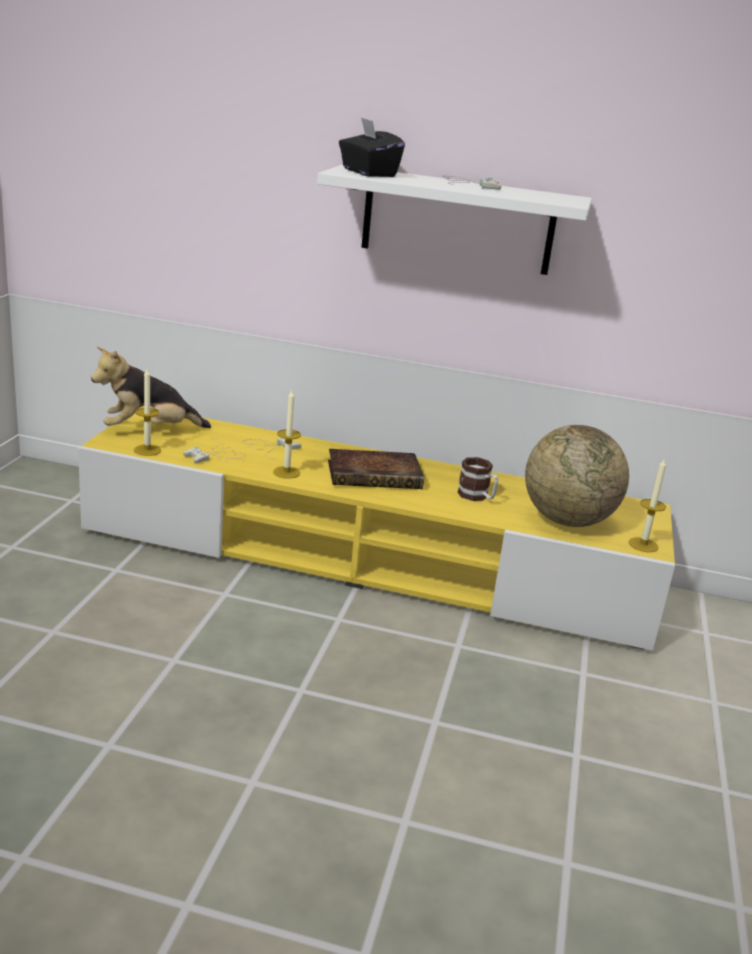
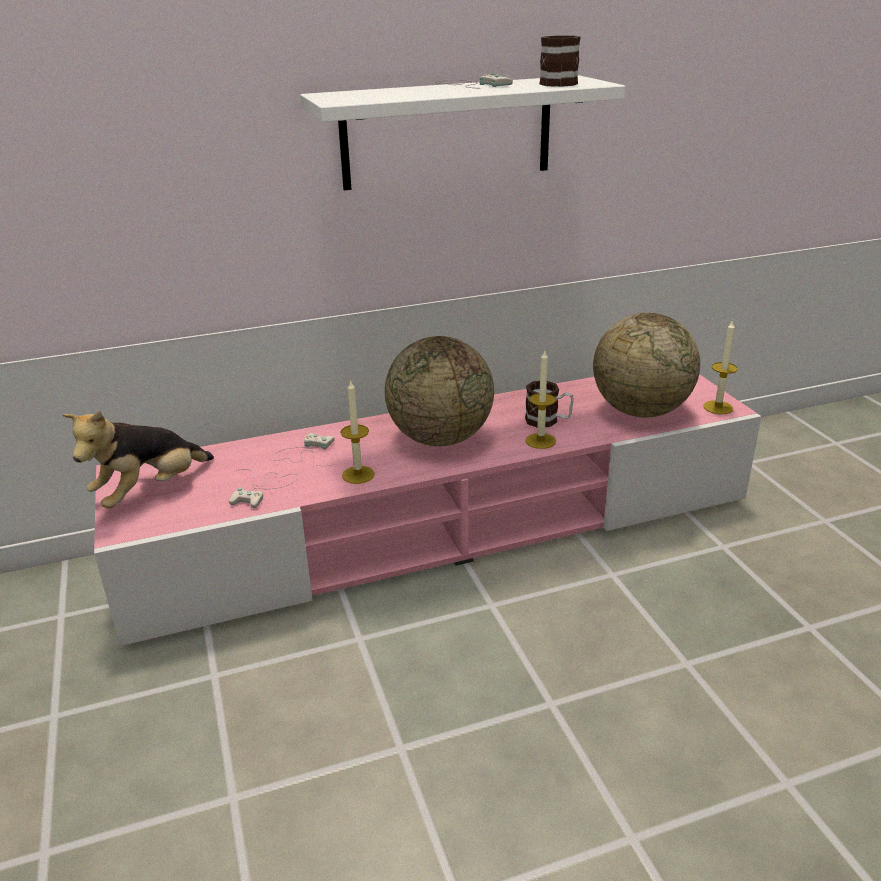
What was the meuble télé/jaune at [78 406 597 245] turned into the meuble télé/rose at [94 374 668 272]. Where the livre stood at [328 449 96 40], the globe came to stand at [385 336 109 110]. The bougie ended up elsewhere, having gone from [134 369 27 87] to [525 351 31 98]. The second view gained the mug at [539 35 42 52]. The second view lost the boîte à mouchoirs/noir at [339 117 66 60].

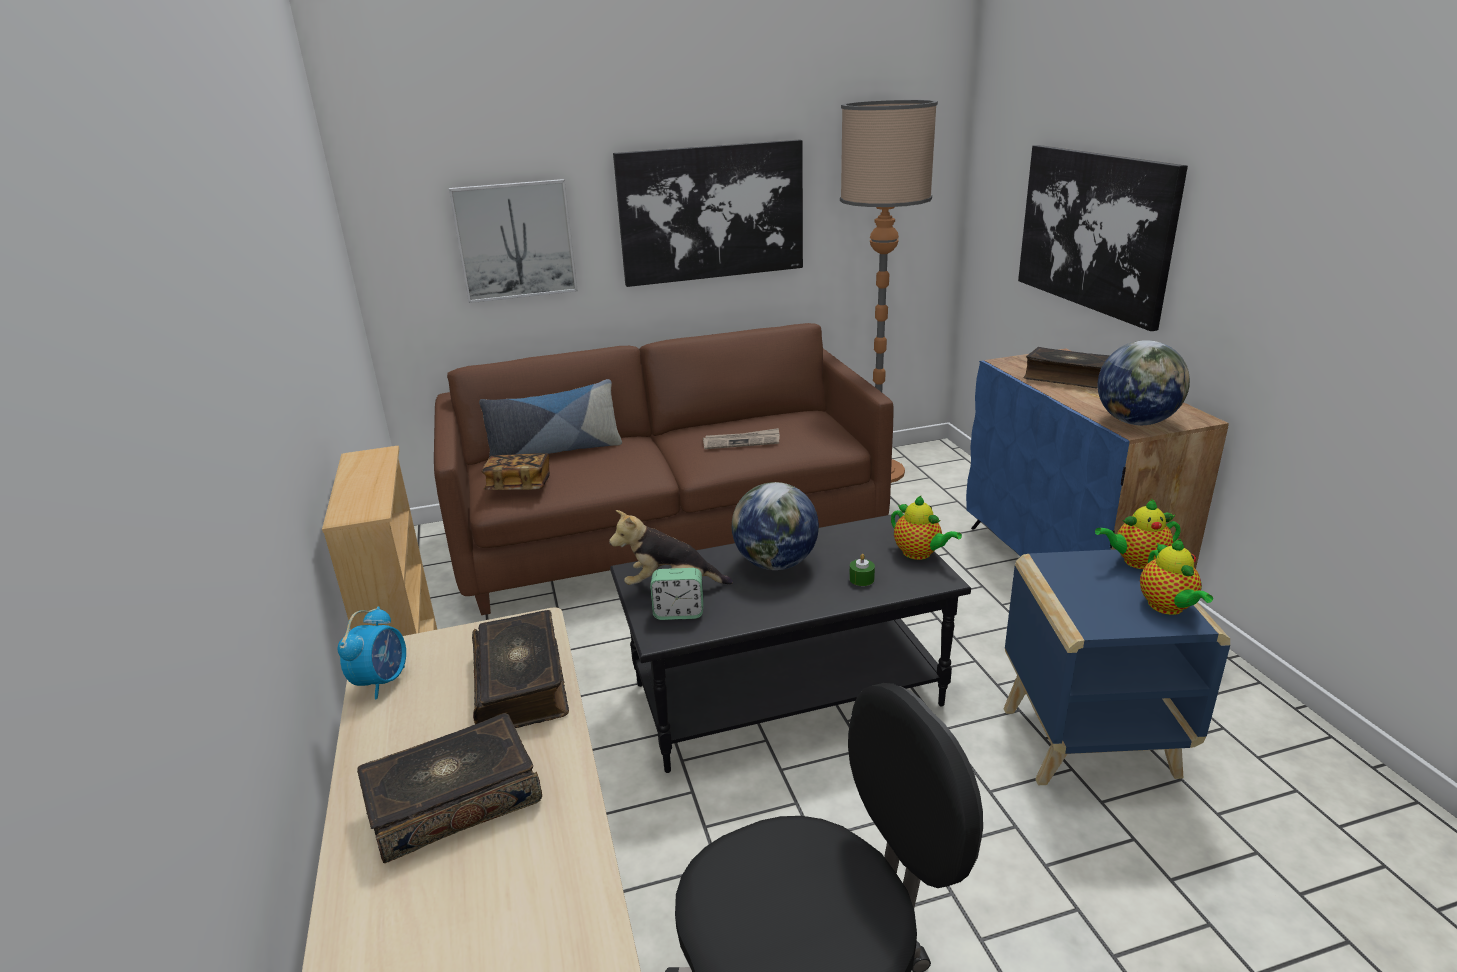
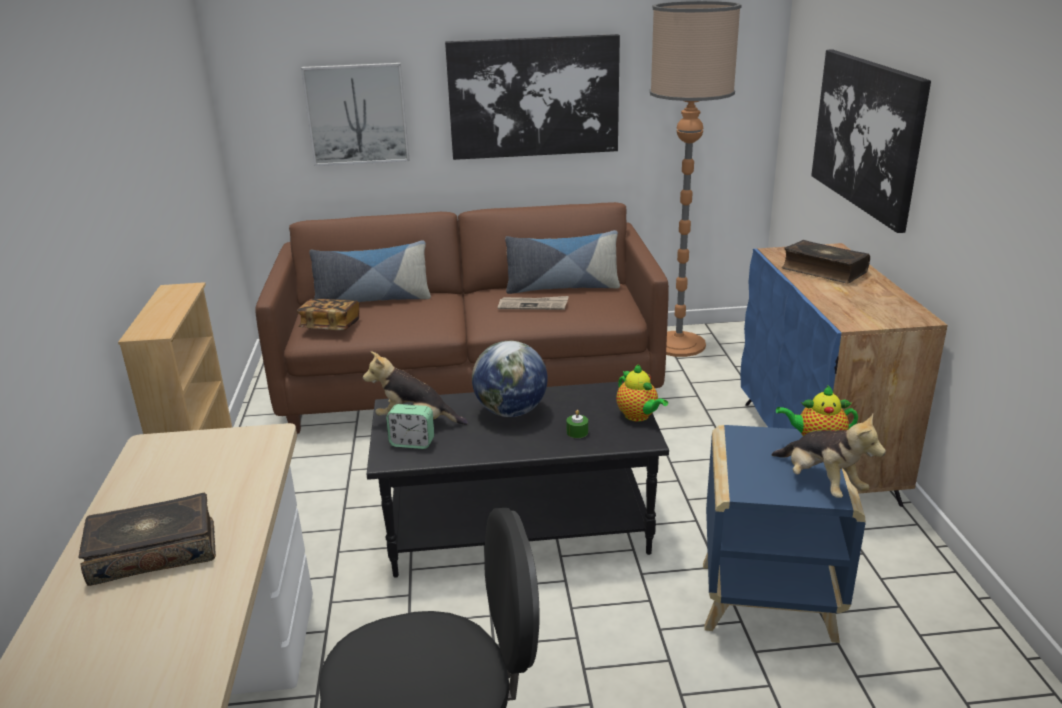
The second view gained the coussin at [505 230 115 64]. Where the théière stood at [1140 539 73 76], the peluche came to stand at [771 413 115 85]. The second view lost the réveil at [338 607 68 92]. The second view lost the livre at [472 610 97 118]. The second view lost the globe at [1098 340 92 85].

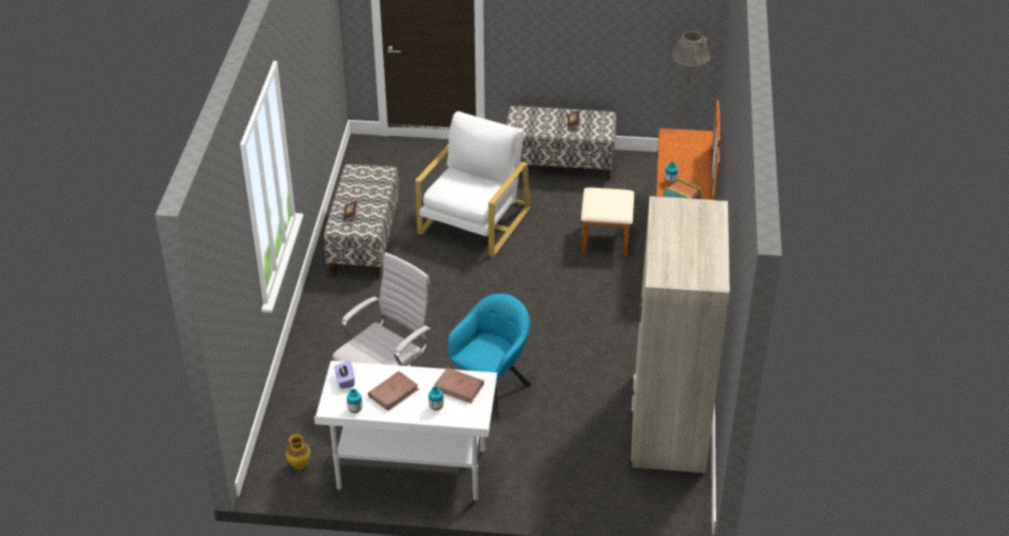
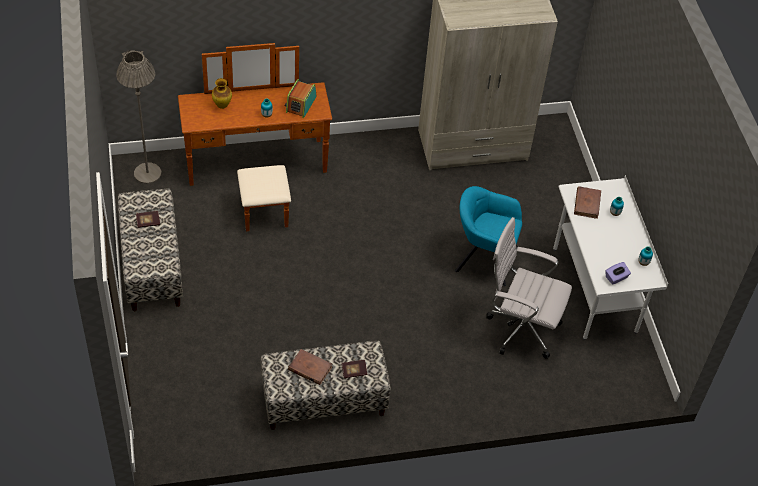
The vase ended up elsewhere, having gone from [286 434 24 36] to [212 78 20 31]. The livre/marron ended up elsewhere, having gone from [368 371 51 40] to [288 349 44 36]. The second view lost the fauteuil/blanc at [415 111 116 146].

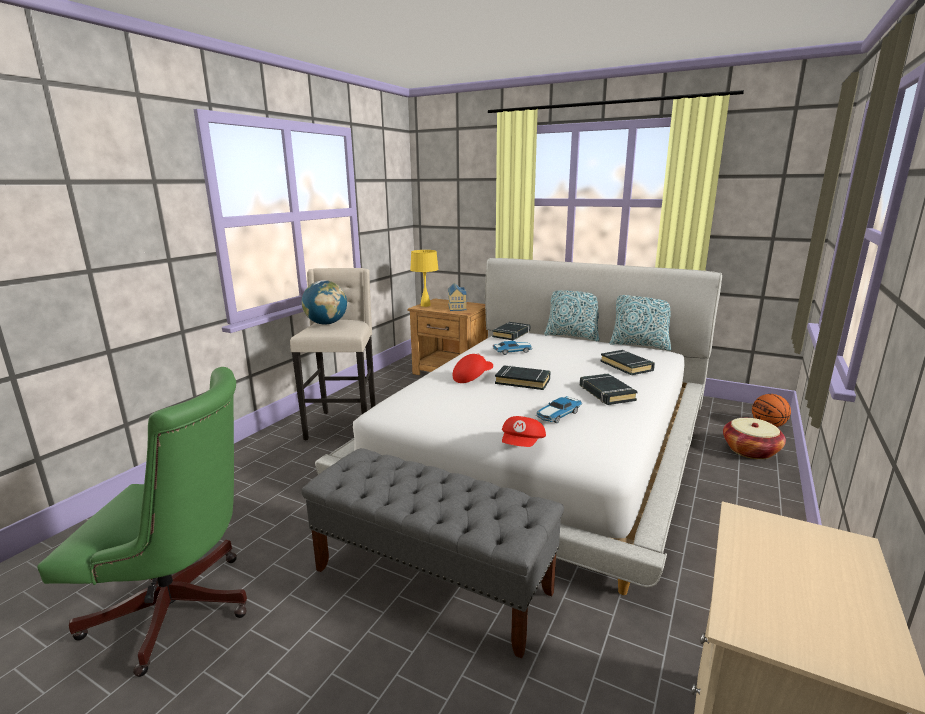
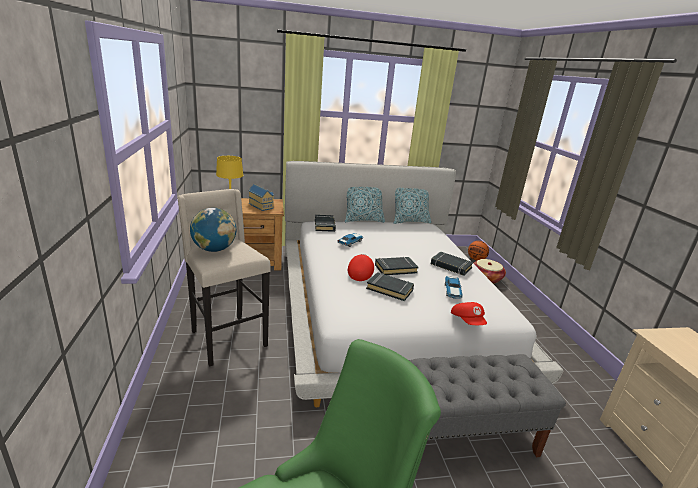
The livre/noir ended up elsewhere, having gone from [600 350 55 25] to [366 272 48 29].

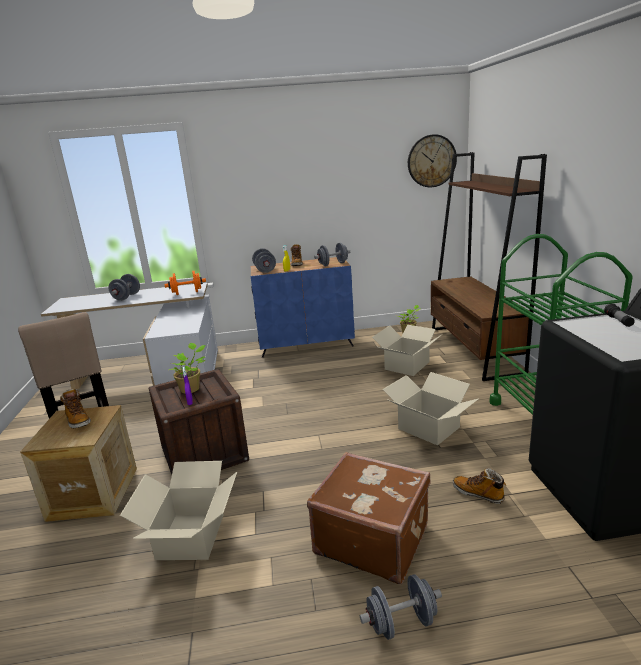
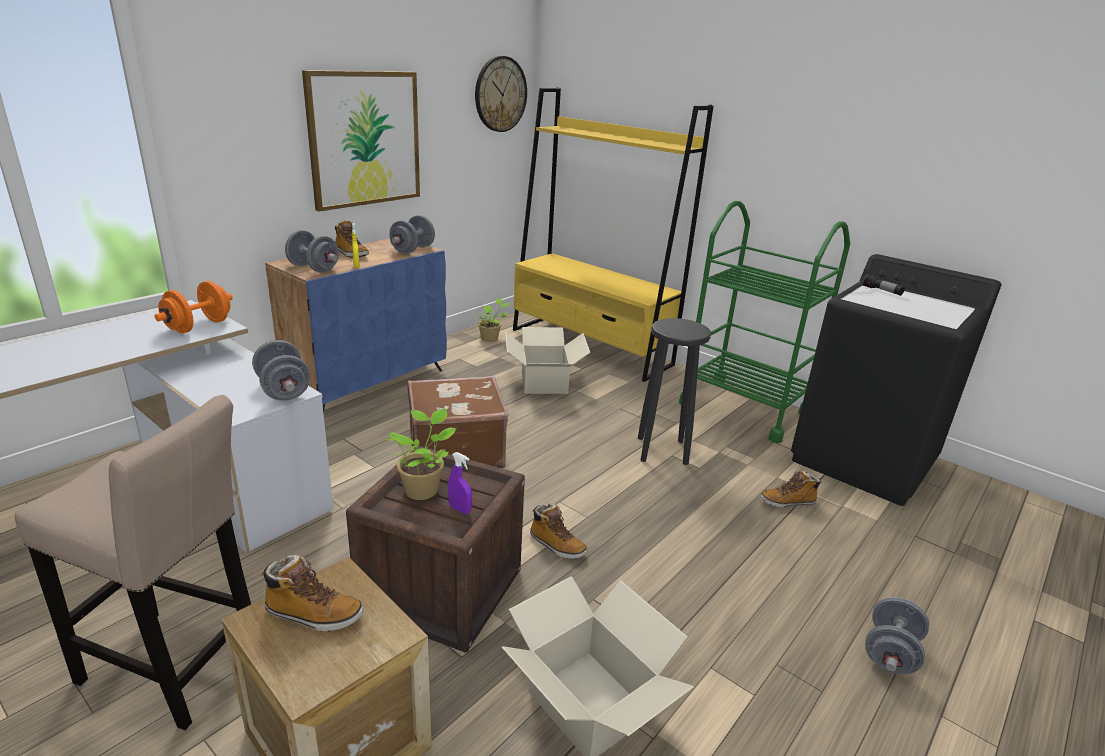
The haltère/gris ended up elsewhere, having gone from [109 274 31 27] to [252 340 59 61]. The second view gained the tableau at [302 70 118 141]. The valise/marron ended up elsewhere, having gone from [307 452 124 132] to [407 376 102 92]. What was the bibliothèque/marron at [431 152 116 229] turned into the bibliothèque/jaune at [513 88 200 294]. The second view gained the botte at [530 504 57 55]. Where the carton stood at [382 372 96 74], the tabouret/noir came to stand at [638 318 73 147].

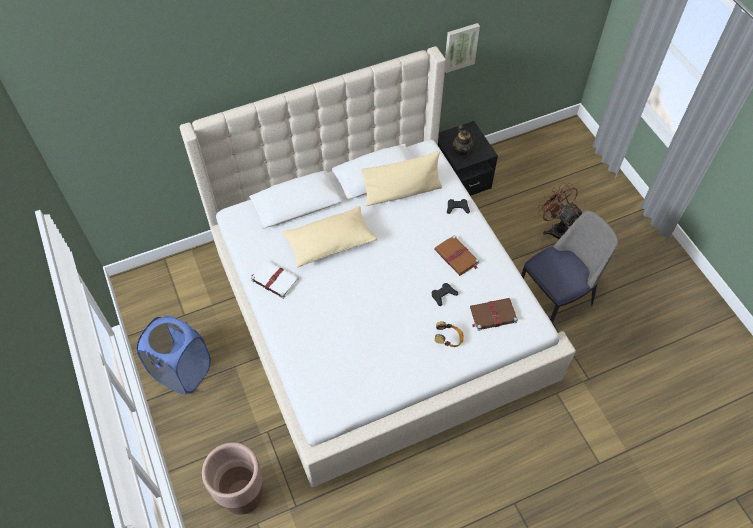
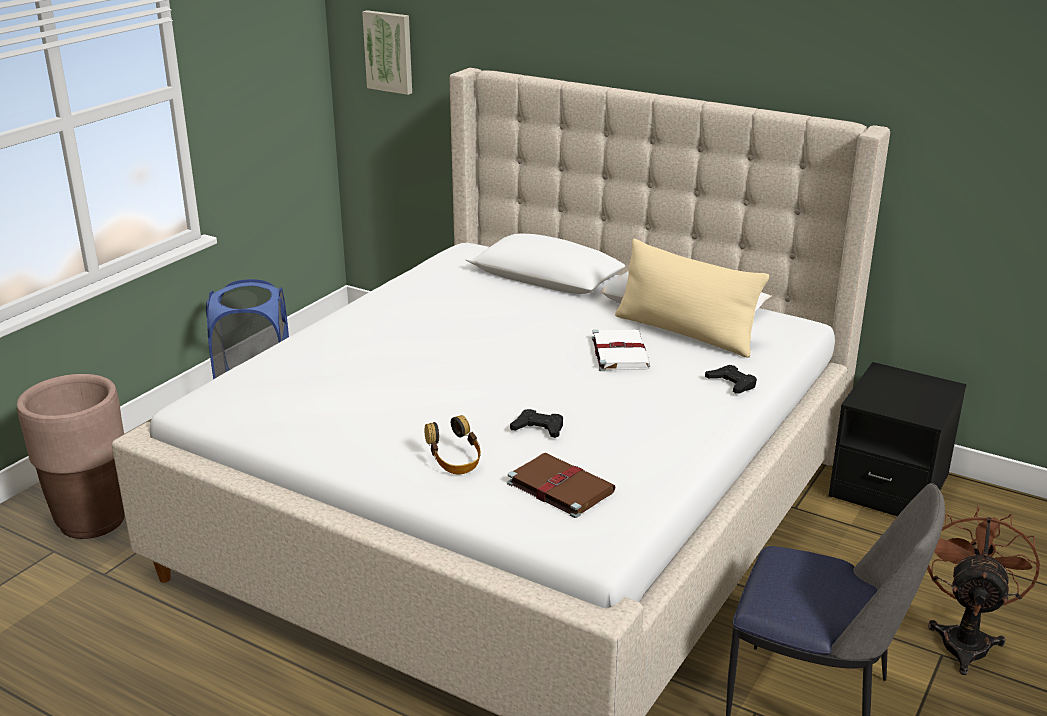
The tableau ended up elsewhere, having gone from [445 23 35 50] to [362 10 50 85]. The livre/blanc ended up elsewhere, having gone from [251 260 48 39] to [592 330 59 41]. The second view lost the coussin/beige at [282 206 95 62]. The second view lost the livre/marron at [434 235 45 41]. The second view lost the théière at [453 125 21 30].

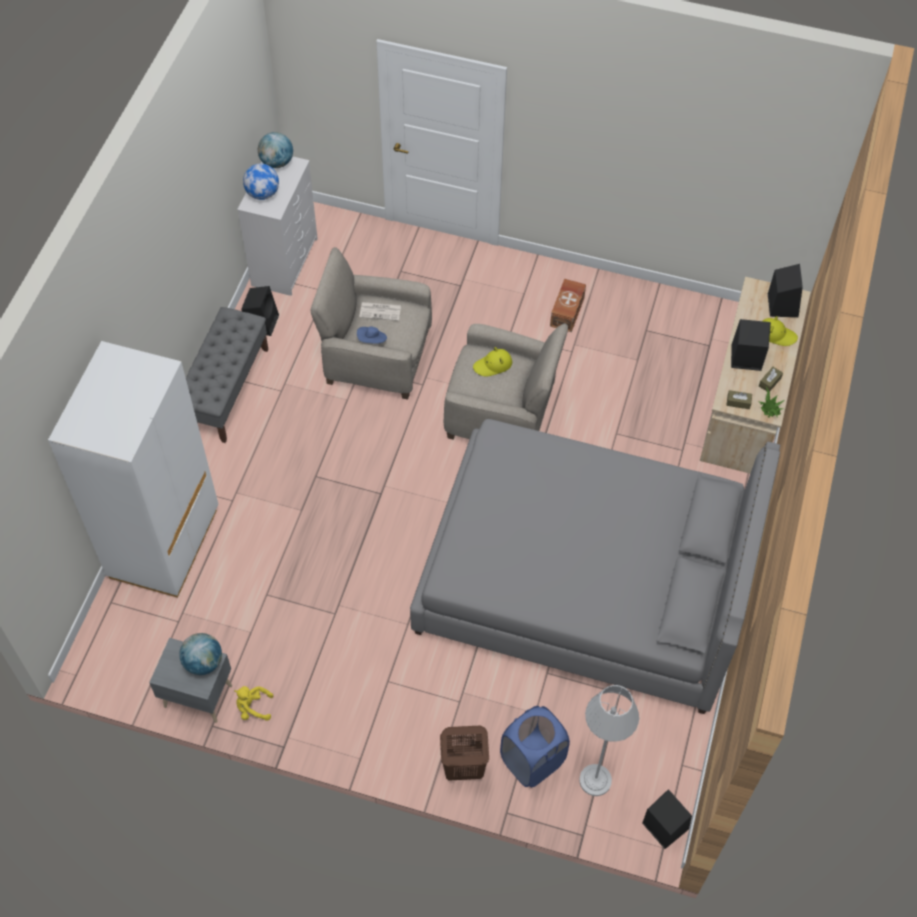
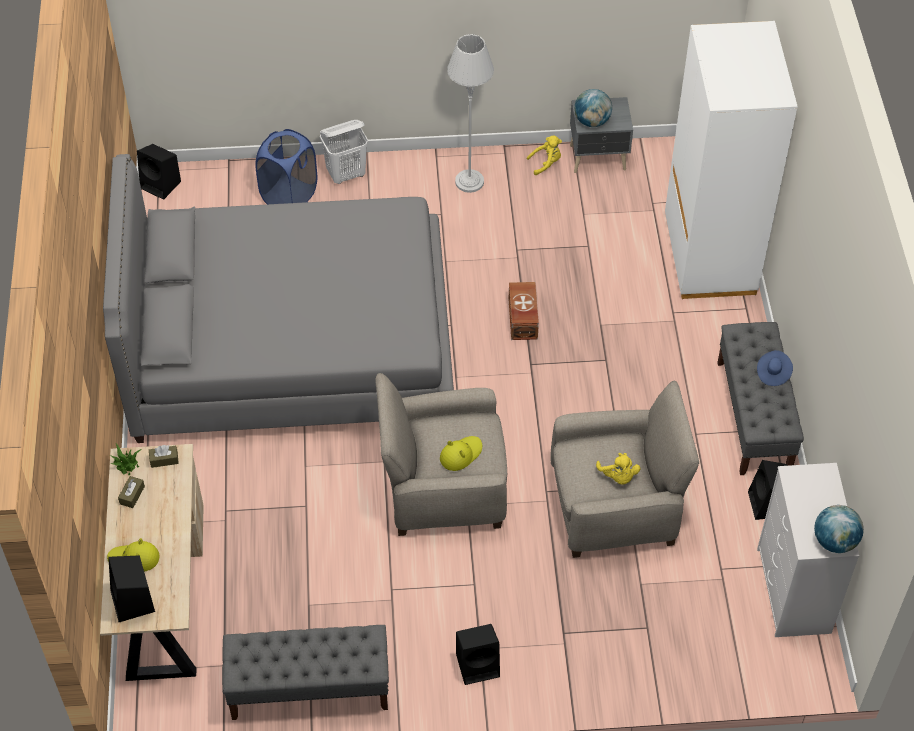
The second view gained the banc/gris at [222 625 167 95]. What was the panier à linge/marron at [440 725 49 56] turned into the panier à linge/blanc at [320 120 48 64]. The lampadaire/gris ended up elsewhere, having gone from [579 685 60 111] to [448 34 46 159]. The enceinte/noir ended up elsewhere, having gone from [731 319 40 52] to [456 624 44 61]. The boîte de rangement/marron ended up elsewhere, having gone from [550 279 36 53] to [508 282 31 58]. Where the journal stood at [359 302 42 19], the peluche/jaune came to stand at [596 453 45 32]. The chapeau/bleu ended up elsewhere, having gone from [357 326 30 18] to [757 350 36 36]. The second view lost the globe at [243 163 36 37].

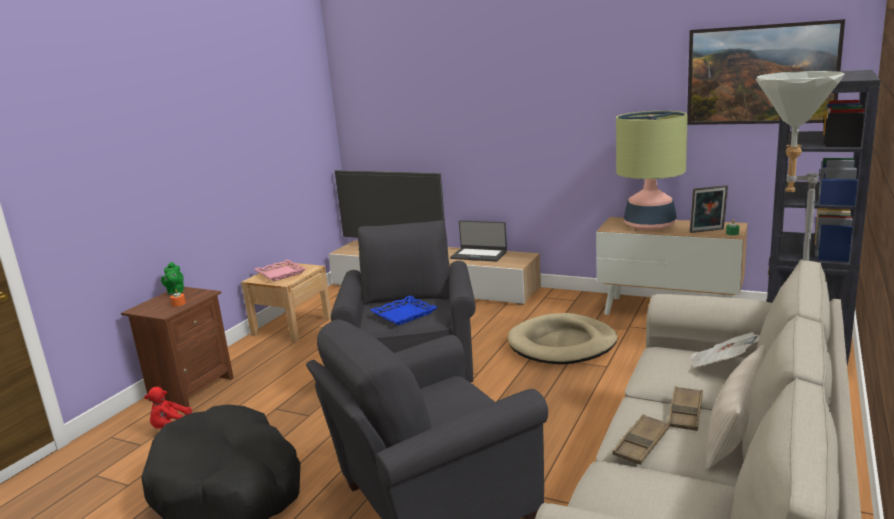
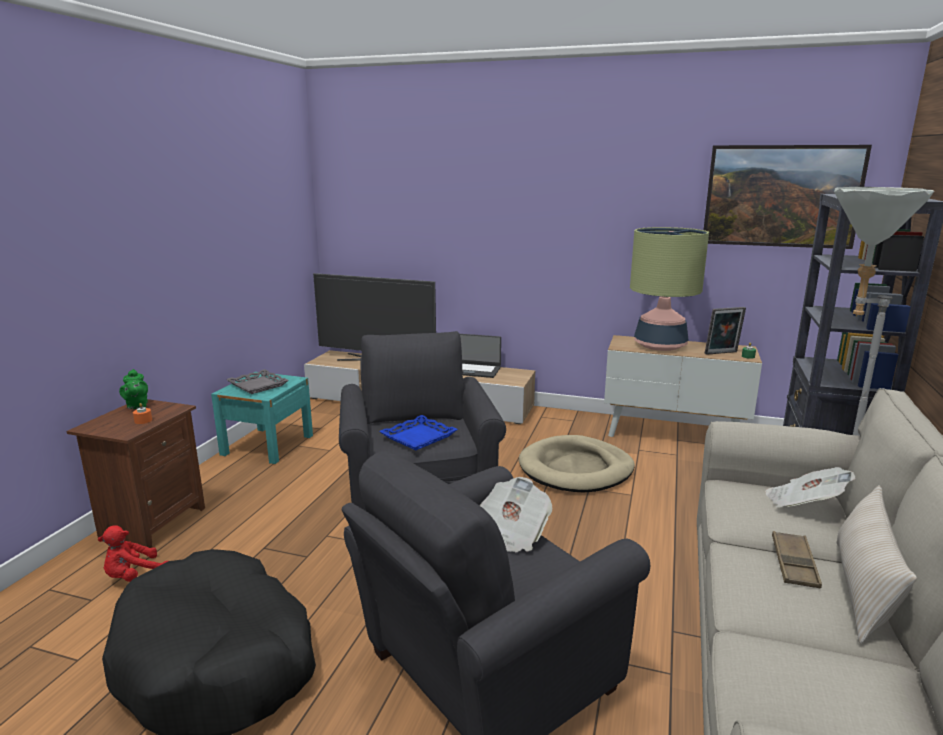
What was the table de chevet/beige at [241 262 90 80] turned into the table de chevet/turquoise at [211 372 102 92]. What was the plateau/rose at [254 260 52 21] turned into the plateau/gris at [226 369 63 25]. The second view gained the journal at [479 477 74 75]. The second view lost the plateau/marron at [612 414 58 51].

